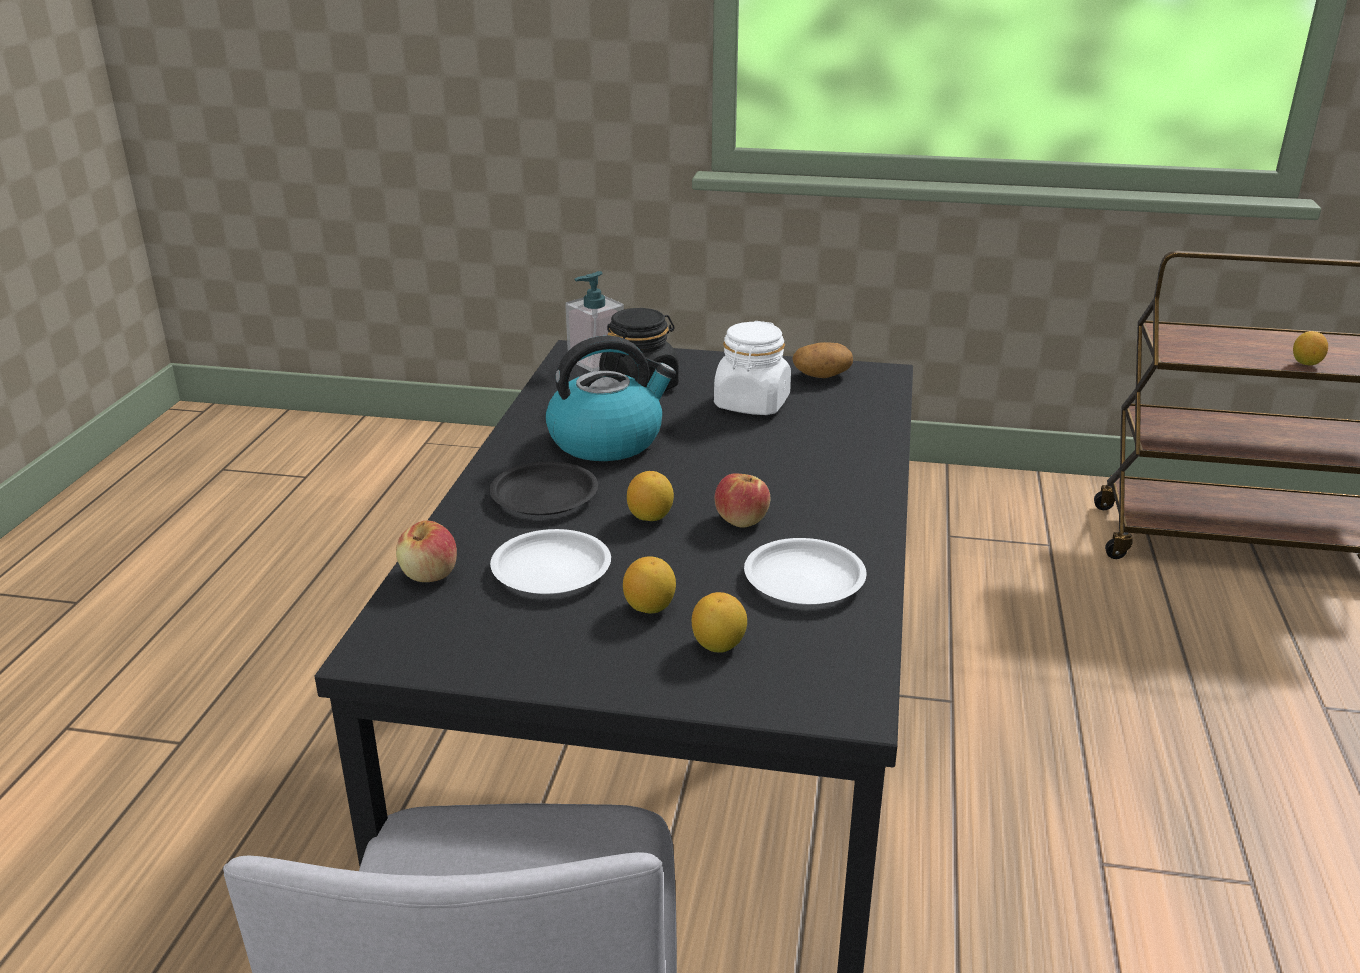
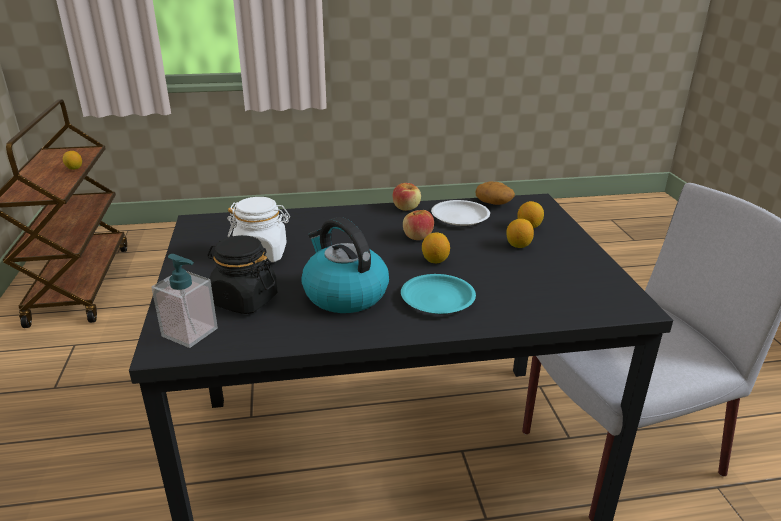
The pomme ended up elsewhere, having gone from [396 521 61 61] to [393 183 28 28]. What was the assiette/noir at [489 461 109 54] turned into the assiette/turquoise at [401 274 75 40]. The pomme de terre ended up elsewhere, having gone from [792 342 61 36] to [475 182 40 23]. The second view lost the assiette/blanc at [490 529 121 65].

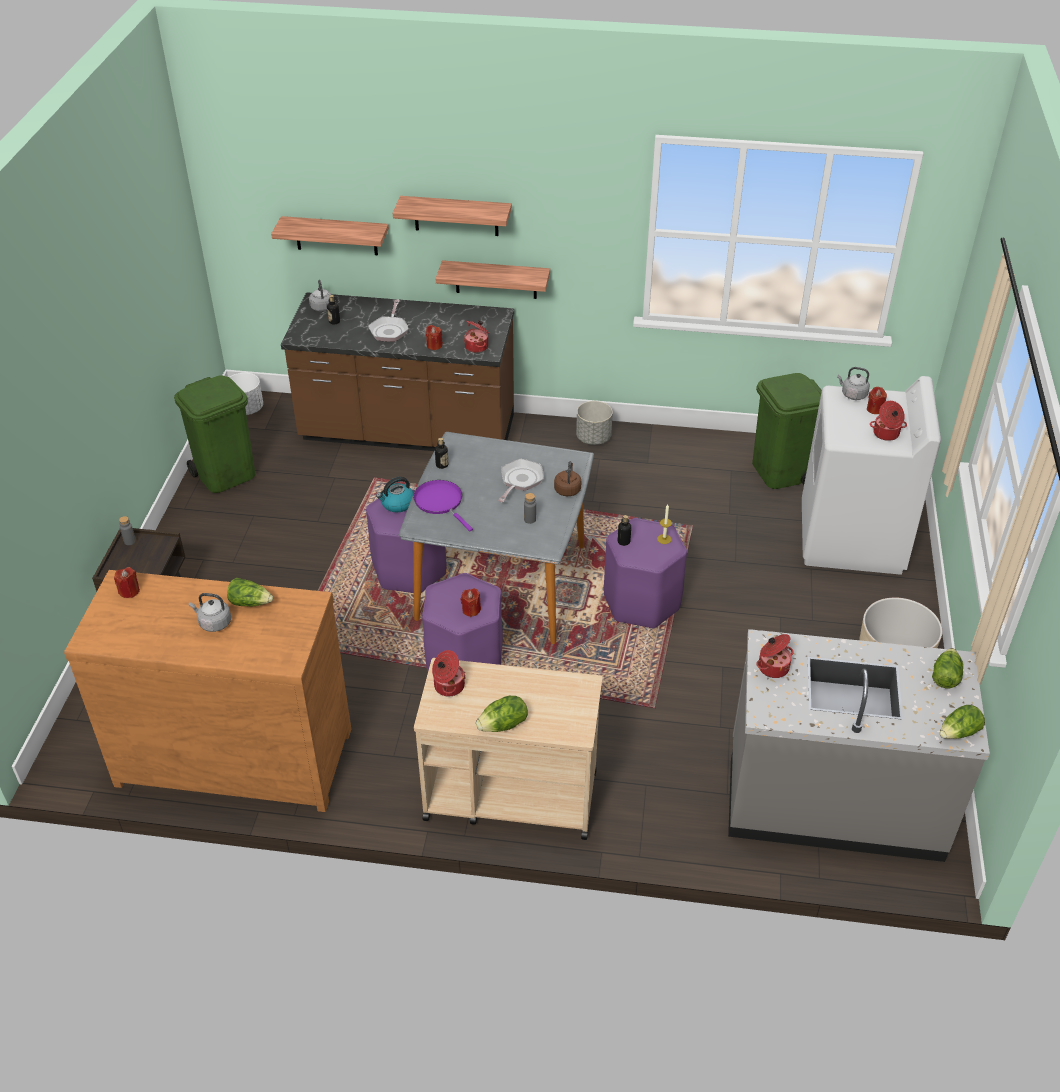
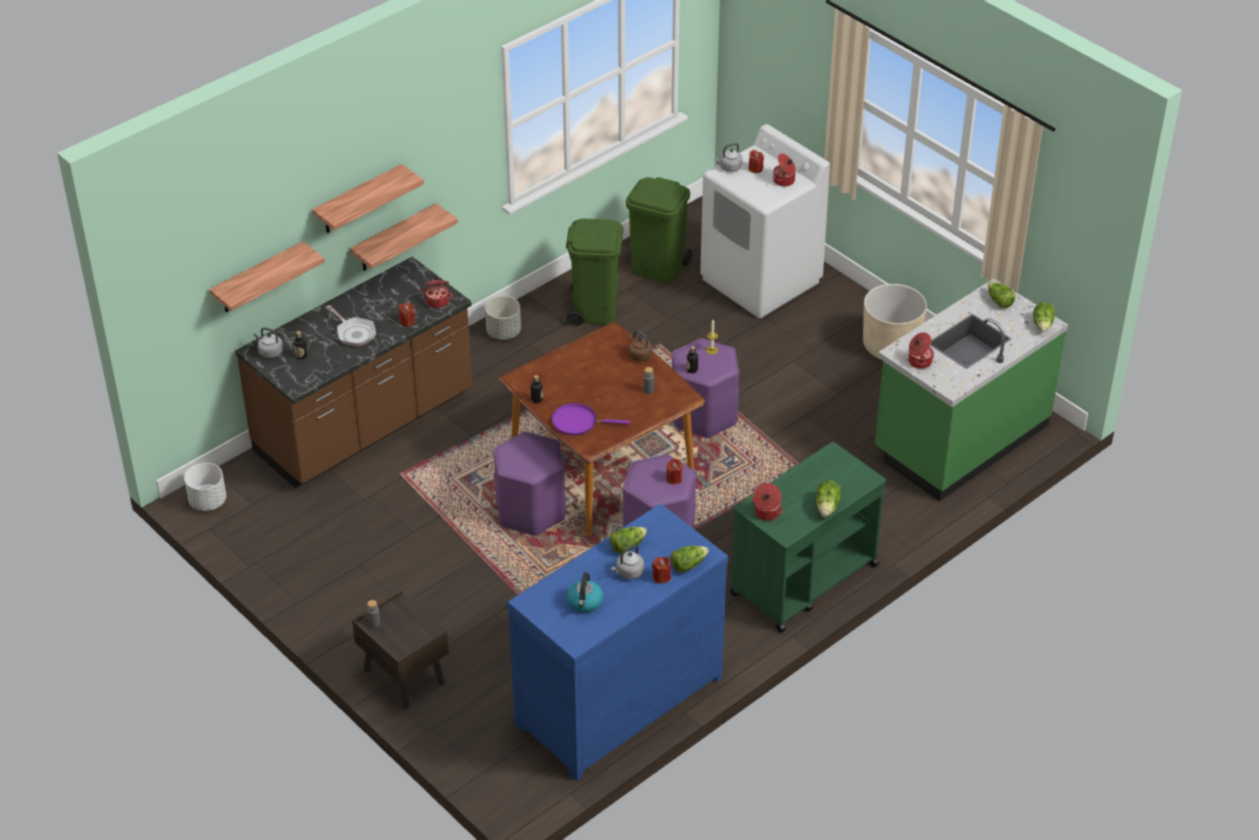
What was the table à manger/gris at [399 432 195 212] turned into the table à manger/marron at [499 322 206 215]. What was the commode/marron at [64 570 287 242] turned into the commode/bleu at [507 504 221 276]. The poubelle/vert ended up elsewhere, having gone from [174 376 81 117] to [566 218 57 108]. The bouilloire ended up elsewhere, having gone from [376 477 38 35] to [566 573 37 40]. The bougie/rouge ended up elsewhere, having gone from [114 567 26 31] to [652 557 19 27]. The second view gained the laitue at [670 546 39 27]. What was the chariot/beige at [414 658 188 182] turned into the chariot/vert at [730 442 156 190]. What was the comptoir de cuisine/gris at [728 629 262 233] turned into the comptoir de cuisine/vert at [875 278 193 223]. The second view lost the poêle at [498 458 46 44].

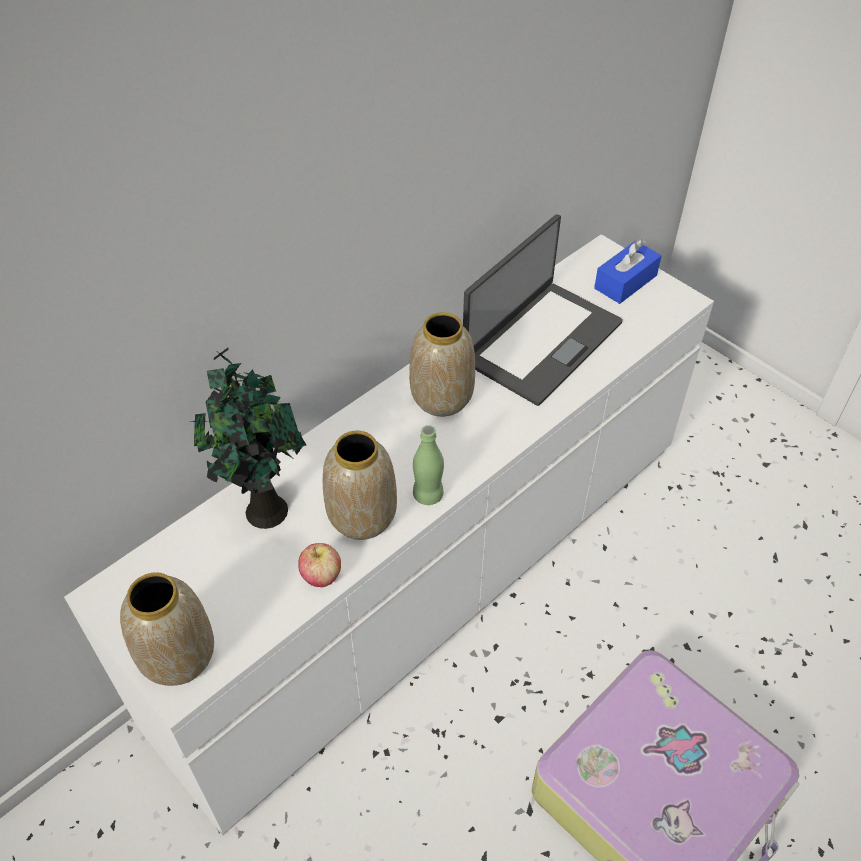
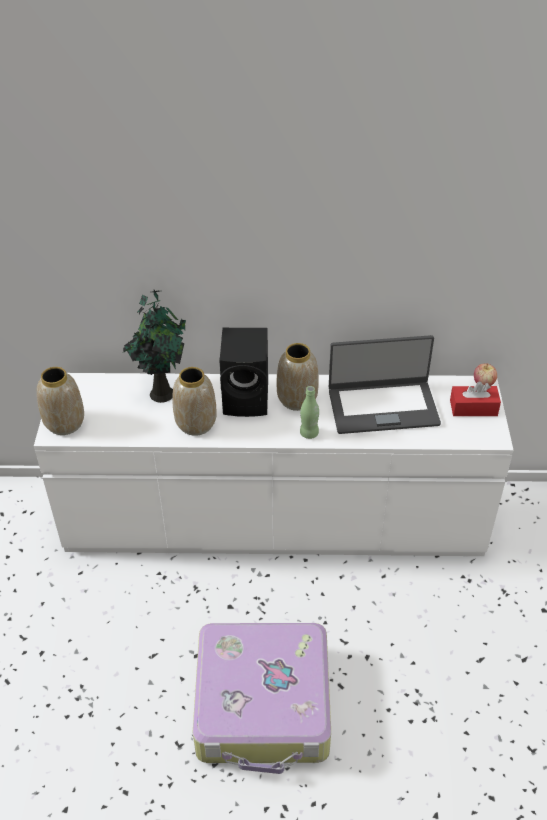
The second view gained the enceinte/noir at [219 328 49 89]. The bouteille/vert ended up elsewhere, having gone from [413 425 31 80] to [300 386 19 53]. What was the boîte à mouchoirs/bleu at [594 239 68 65] turned into the boîte à mouchoirs/rouge at [450 381 51 35]. The pomme ended up elsewhere, having gone from [298 543 43 44] to [474 363 23 23].

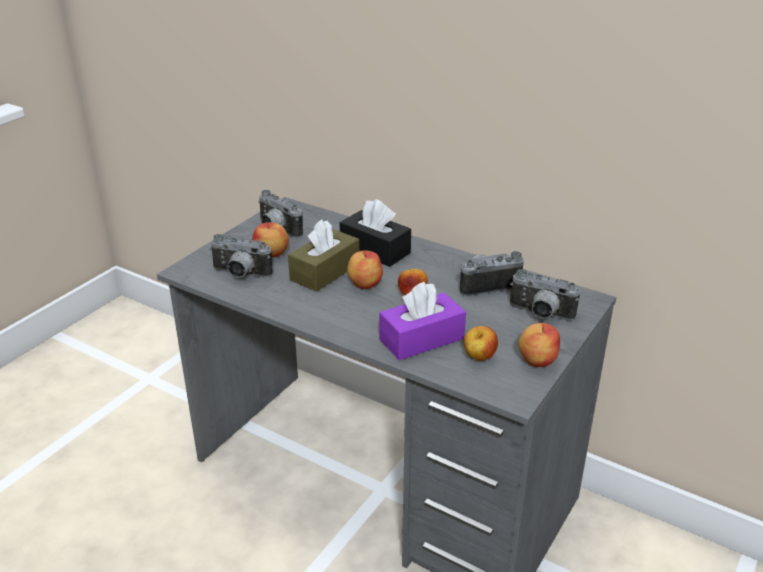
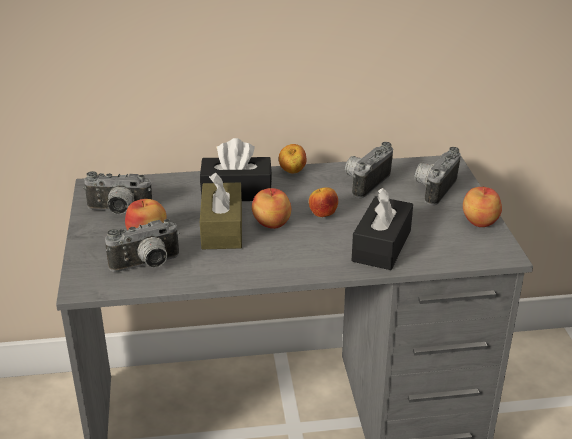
The pomme ended up elsewhere, having gone from [463 326 35 35] to [279 144 28 30]. What was the boîte à mouchoirs/violet at [379 282 87 78] turned into the boîte à mouchoirs/noir at [352 188 61 82]. The appareil photo at [510 269 70 52] ended up facing another way, 135 degrees clockwise from before.

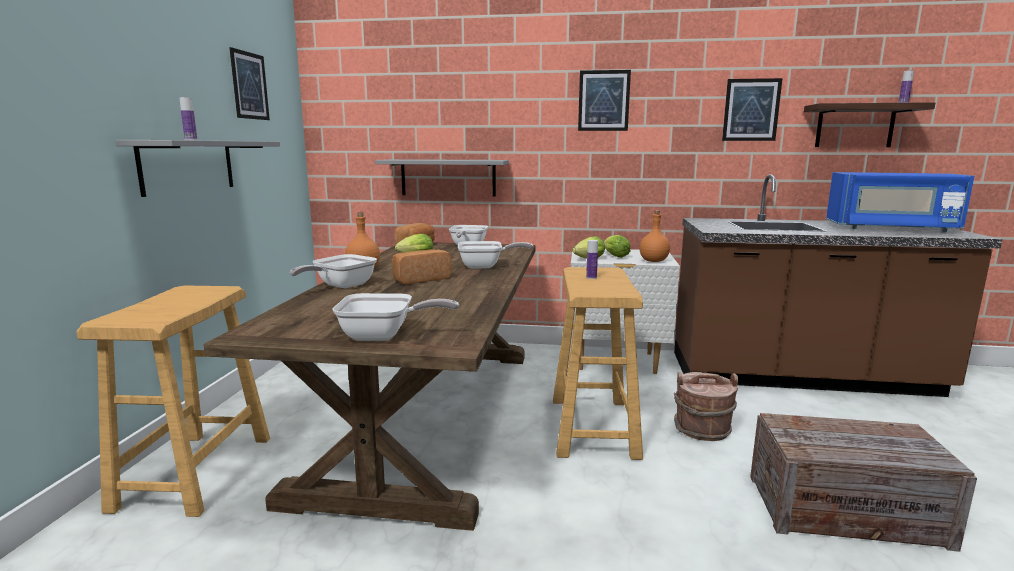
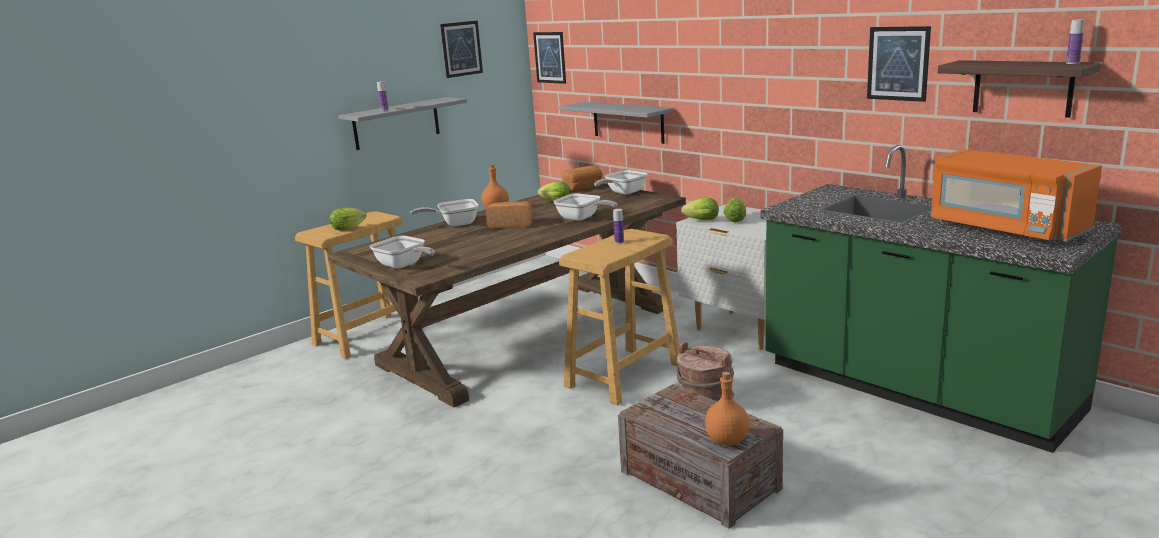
The second view gained the laitue at [330 208 36 23]. The tableau ended up elsewhere, having gone from [578 70 53 61] to [533 32 33 52]. The bouteille/orange ended up elsewhere, having gone from [639 210 31 52] to [705 372 44 74]. What was the comptoir de cuisine/marron at [674 174 328 223] turned into the comptoir de cuisine/vert at [761 145 361 308]. What was the micro-ondes/bleu at [826 172 148 60] turned into the micro-ondes/orange at [931 149 171 94].

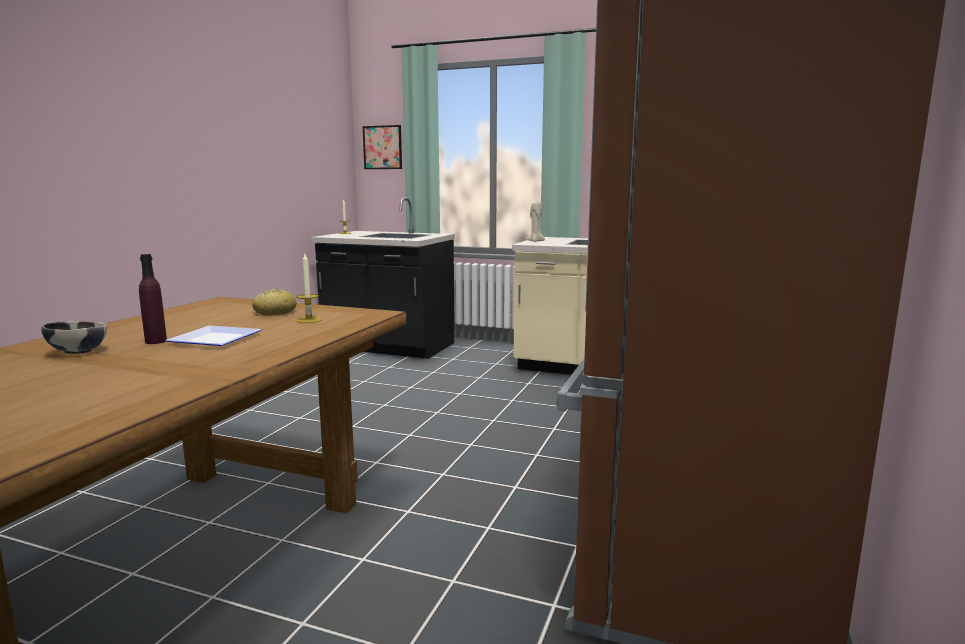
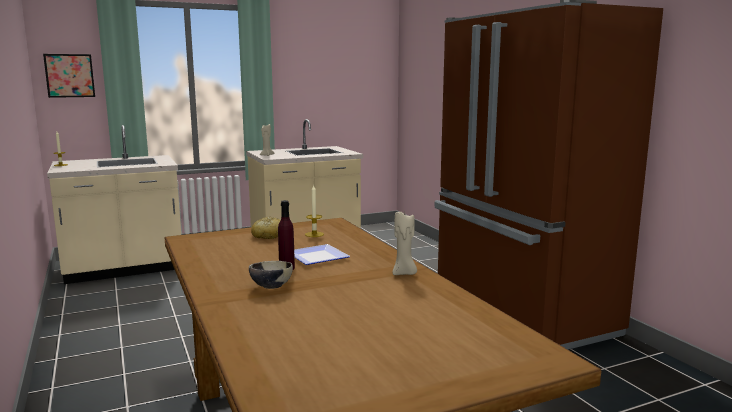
What was the comptoir de cuisine/noir at [310 197 145 162] turned into the comptoir de cuisine/beige at [47 125 134 159]. The second view gained the bougie/beige at [393 212 24 63].

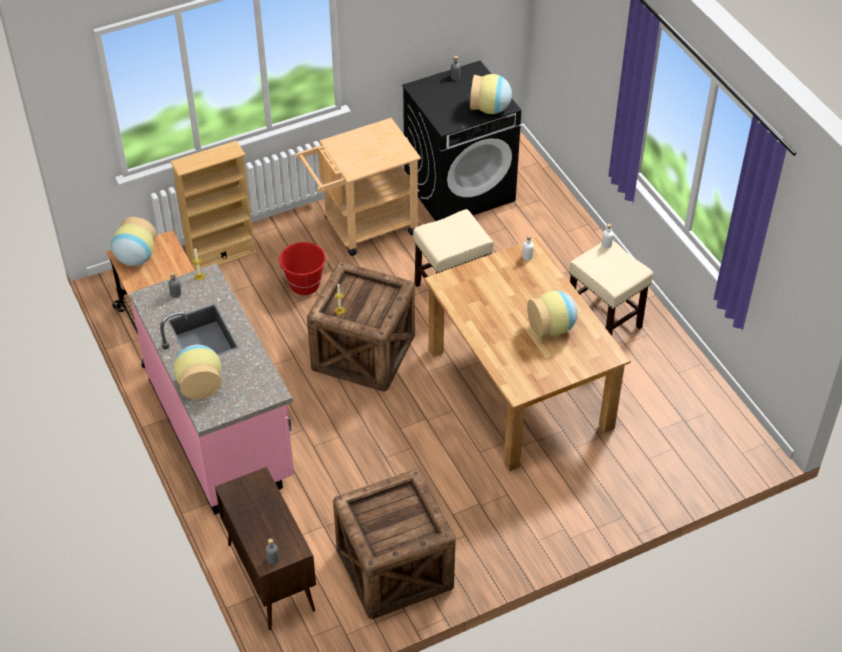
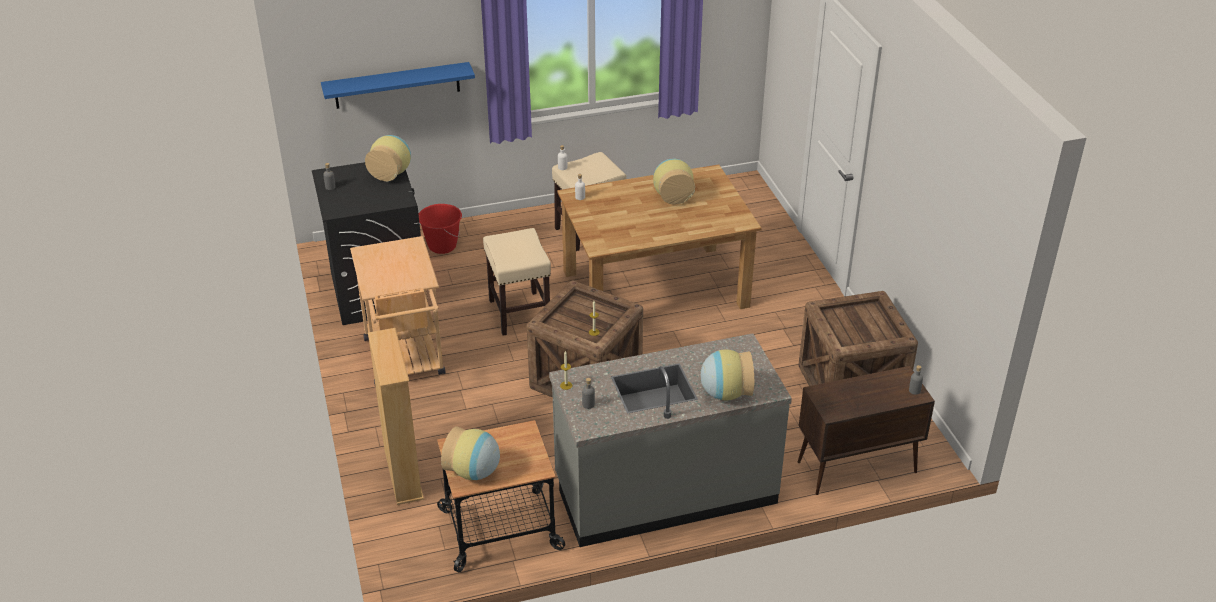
The second view gained the étagère/bleu at [321 62 154 47]. The seau/rouge ended up elsewhere, having gone from [279 242 48 53] to [419 204 43 50]. What was the comptoir de cuisine/rose at [129 263 165 252] turned into the comptoir de cuisine/gris at [549 333 243 214].

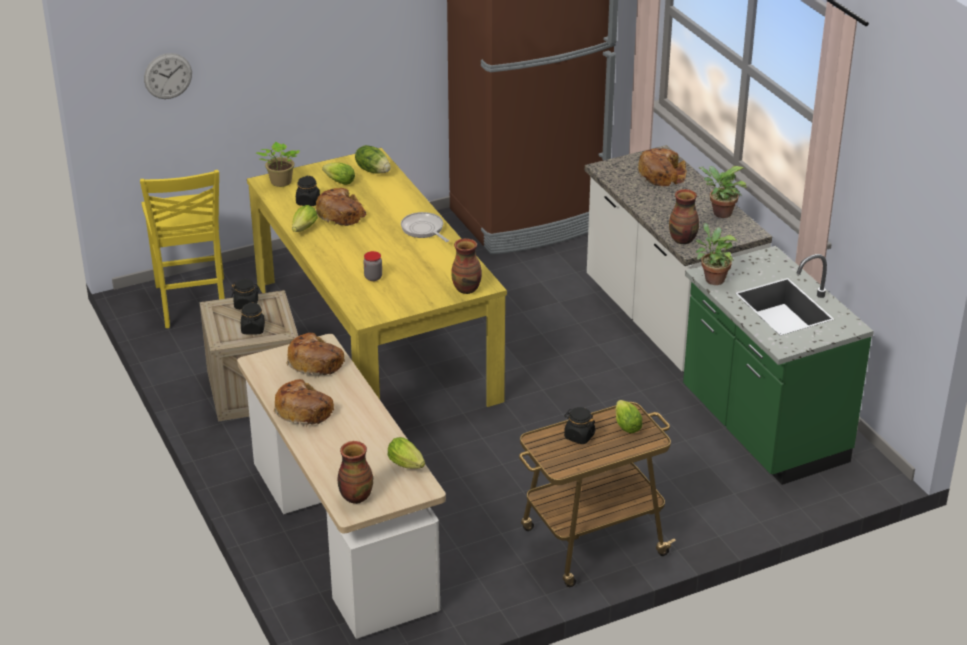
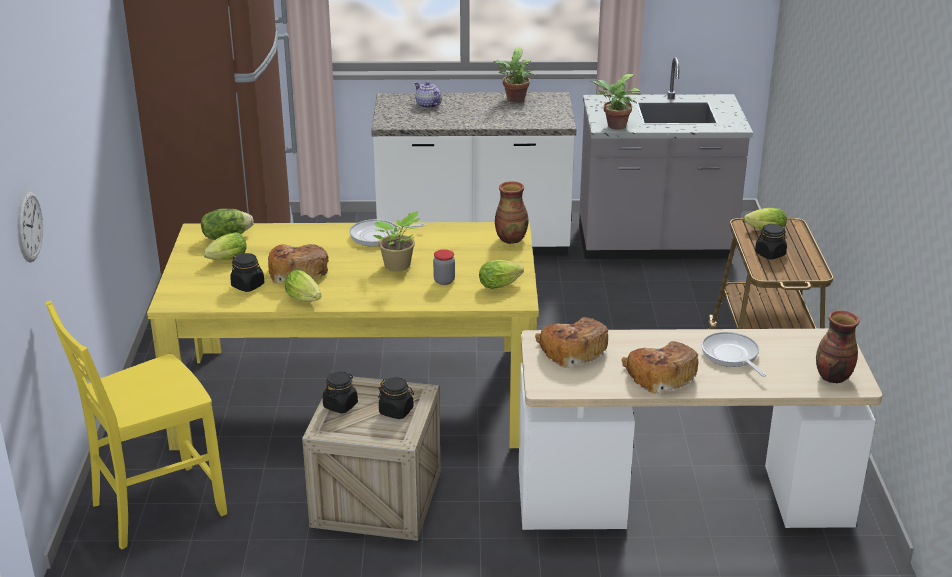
The chaise/jaune at [140 170 85 158] ended up facing another way, 135 degrees clockwise from before. The plante en pot ended up elsewhere, having gone from [256 142 44 45] to [373 211 47 60]. Where the pain stood at [638 148 49 38], the théière came to stand at [415 82 27 27]. The laitue ended up elsewhere, having gone from [388 437 37 32] to [479 260 45 29]. What was the comptoir de cuisine/vert at [683 246 191 239] turned into the comptoir de cuisine/gris at [579 57 174 202]. The second view gained the poêle at [701 332 65 45]. The second view lost the vase at [669 189 30 55].

